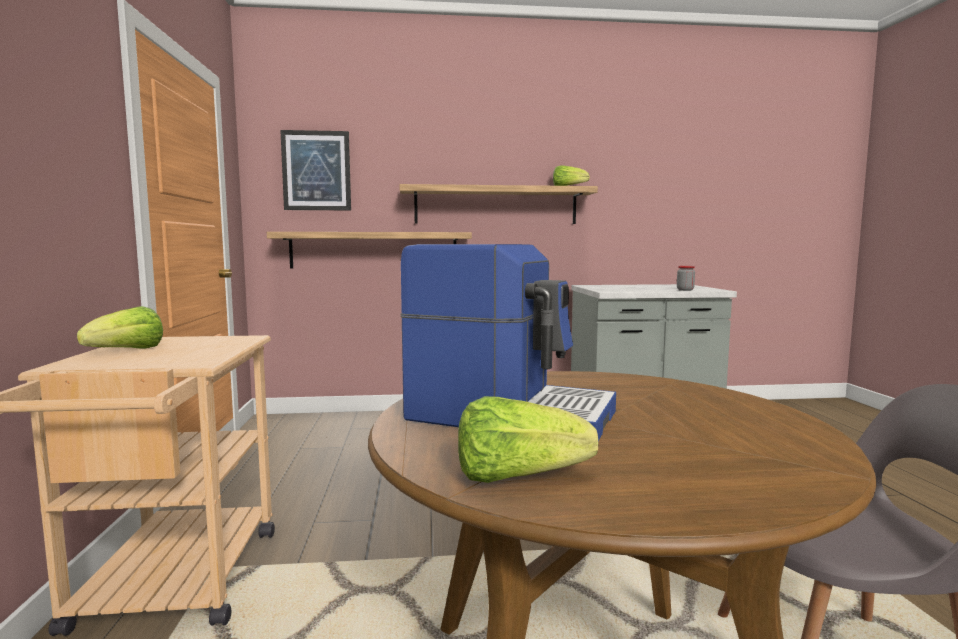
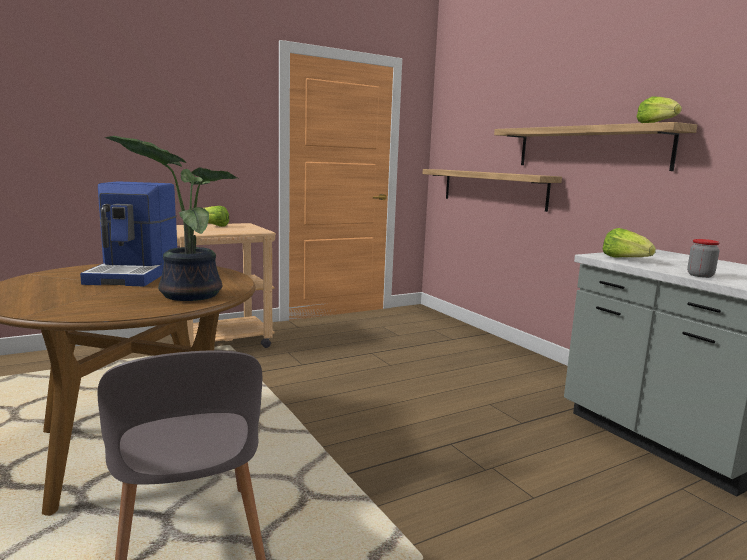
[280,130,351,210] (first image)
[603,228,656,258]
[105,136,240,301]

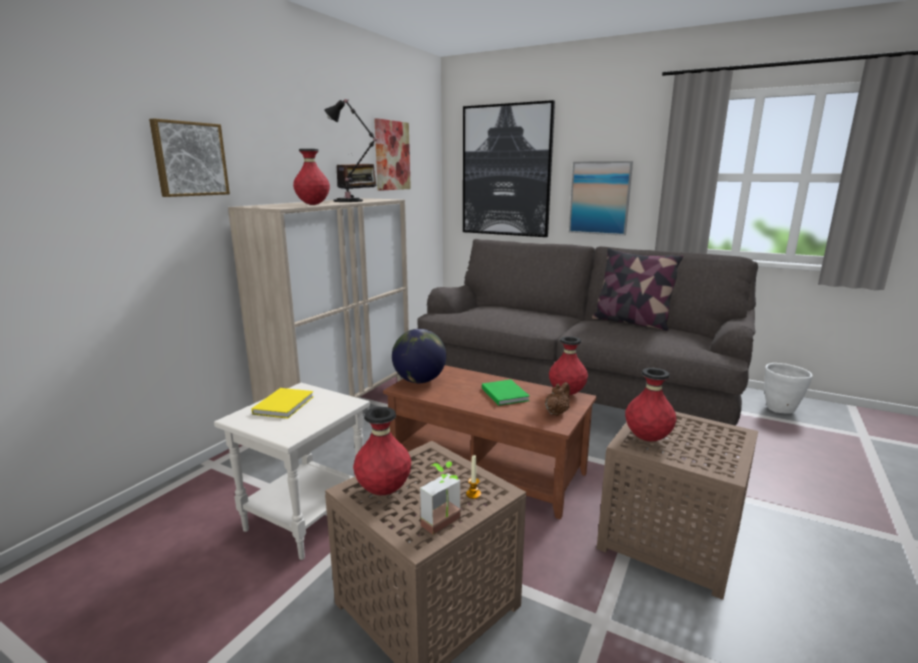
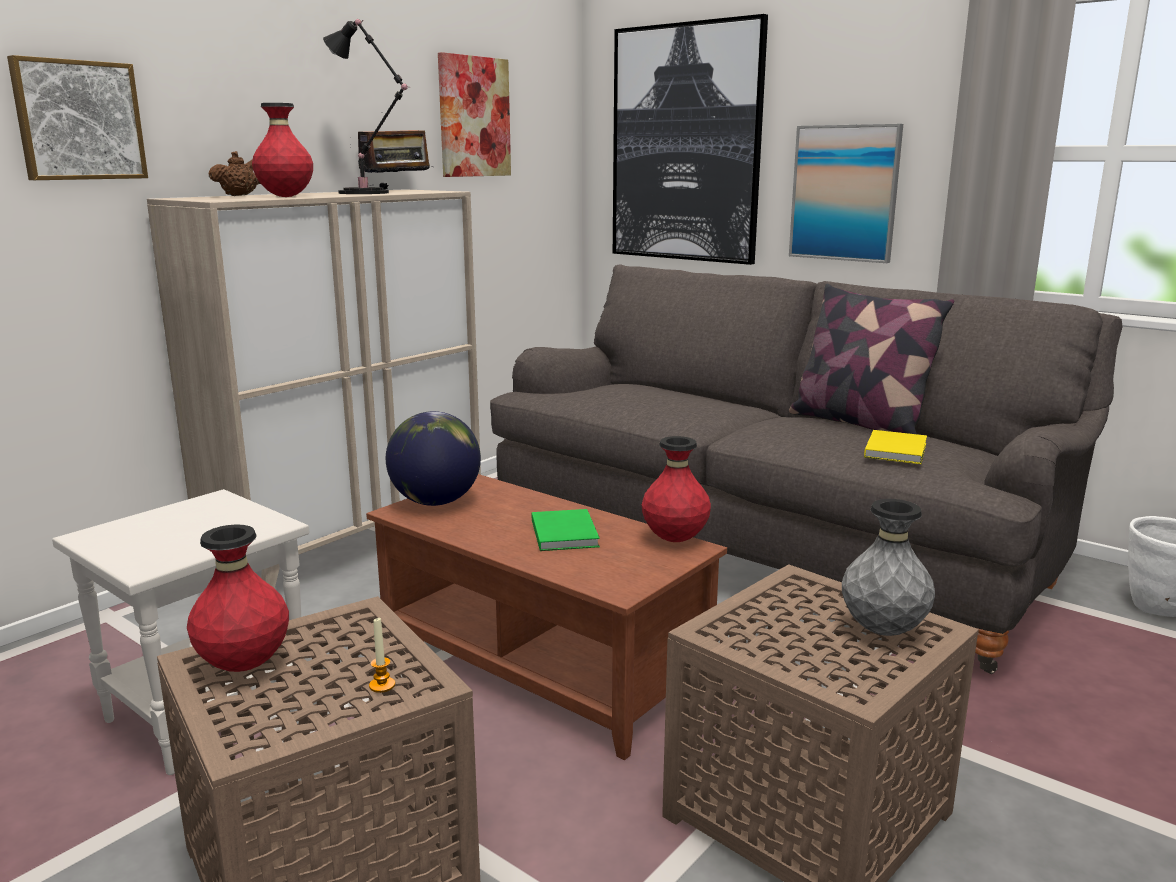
[864,430,927,464]
[420,461,461,535] (first image)
[208,151,261,196]
[625,368,677,441] (first image)
[842,499,935,636]

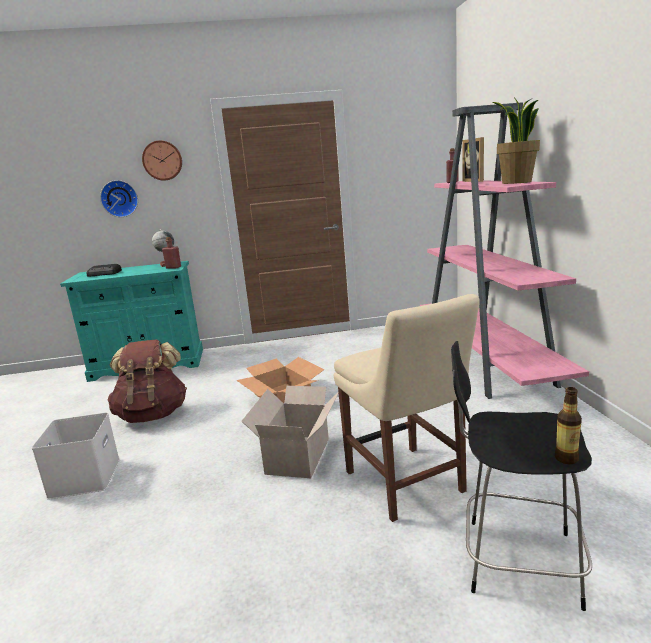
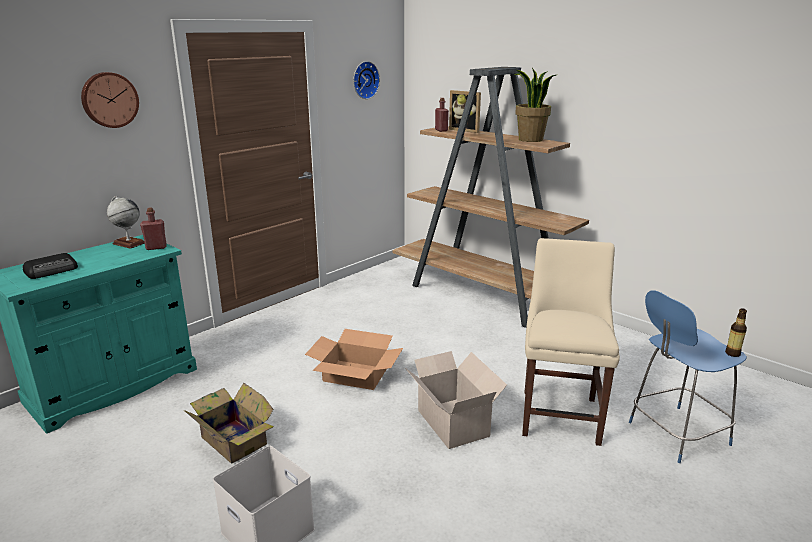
[353,61,380,99]
[184,383,274,464]
[522,238,620,446]
[393,67,589,328]
[629,290,747,463]

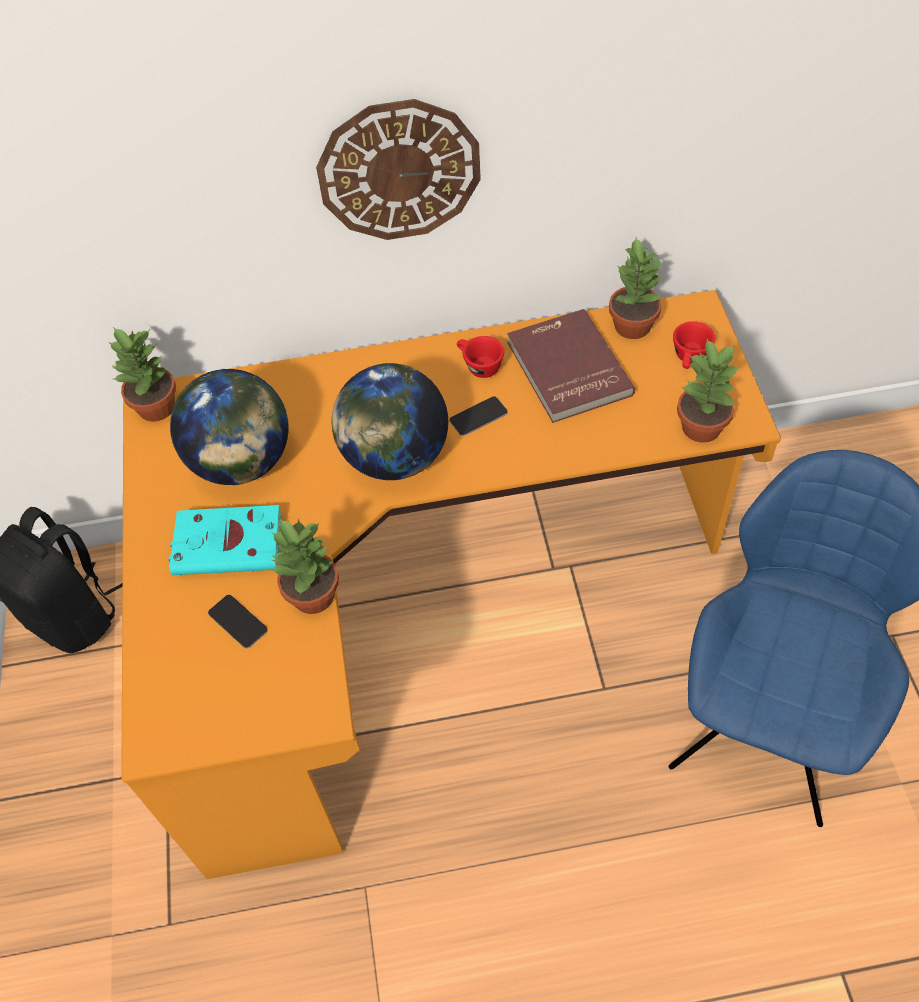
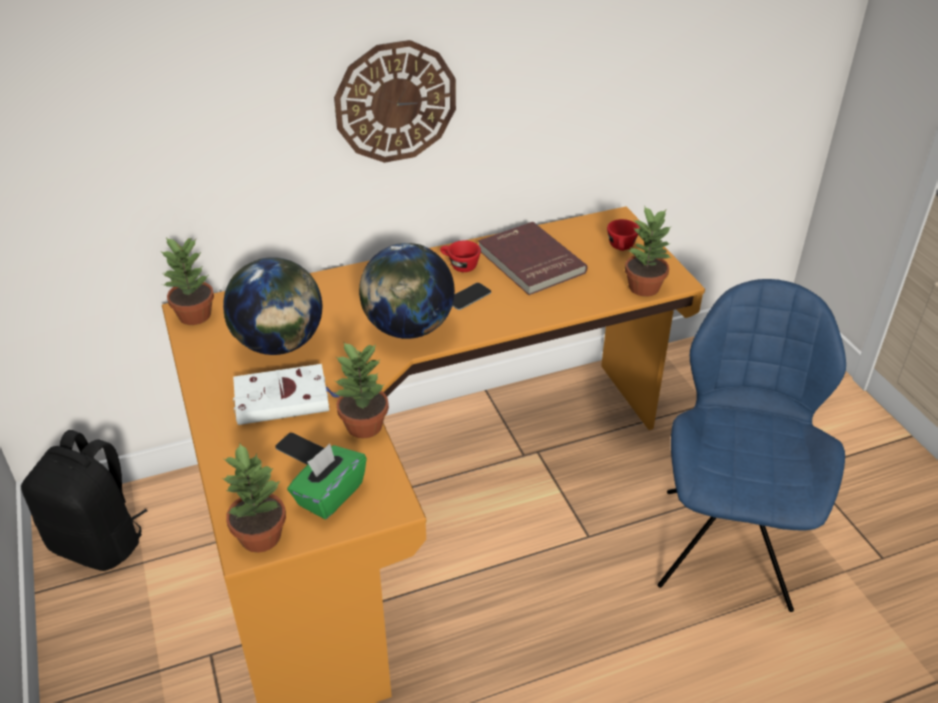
[233,364,340,425]
[221,443,286,553]
[287,443,367,519]

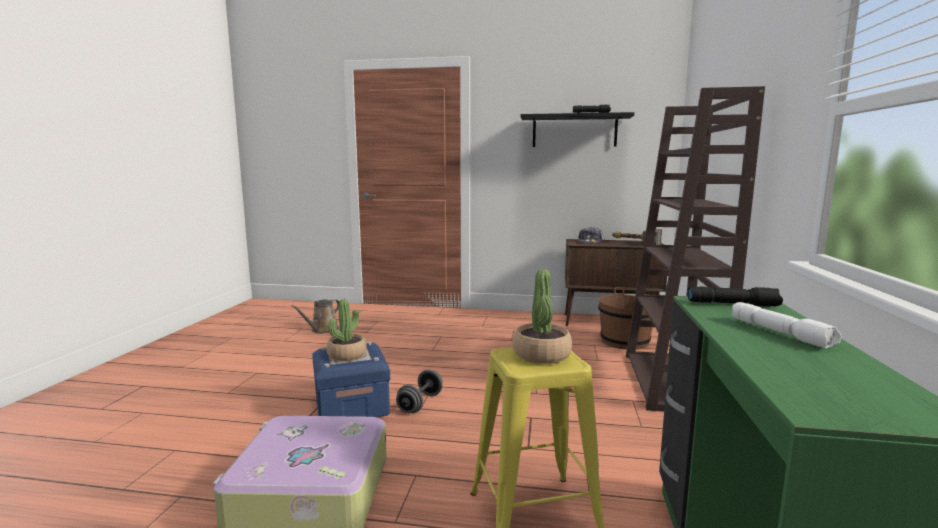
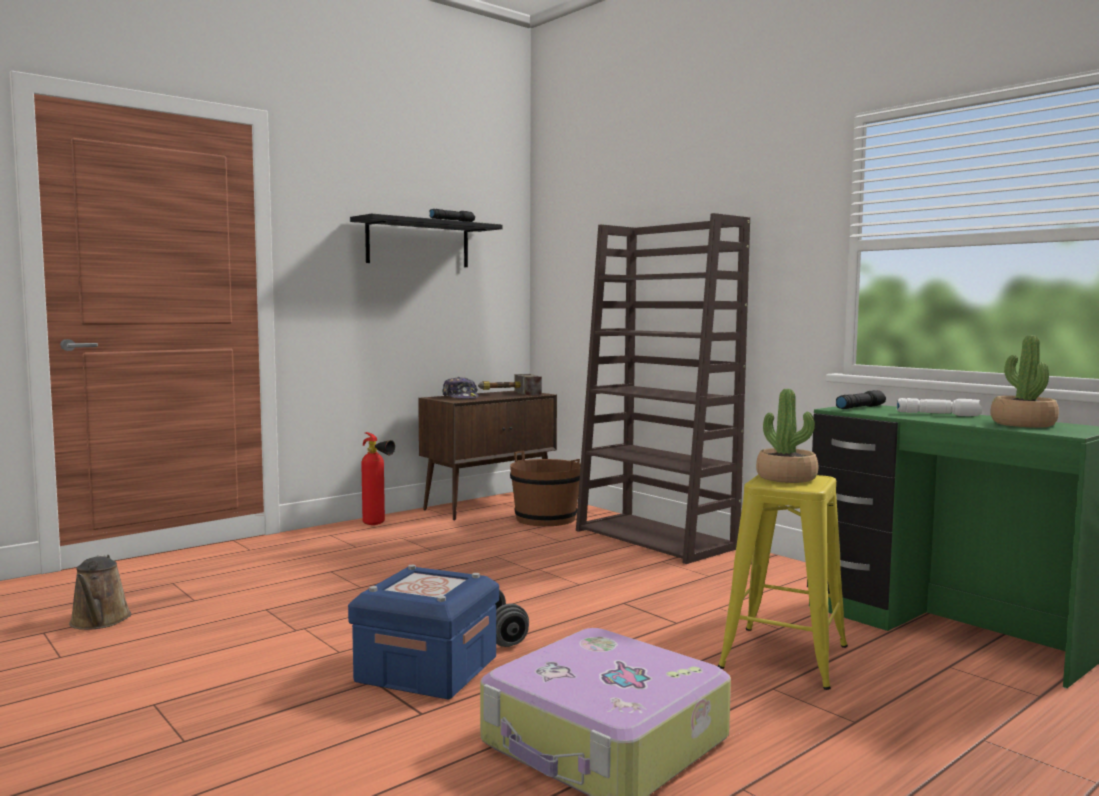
[990,335,1059,428]
[361,432,395,525]

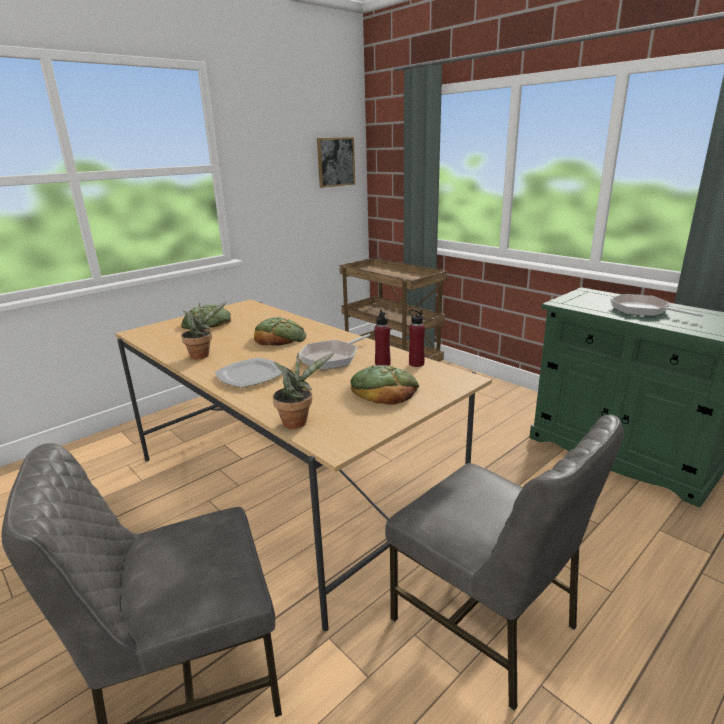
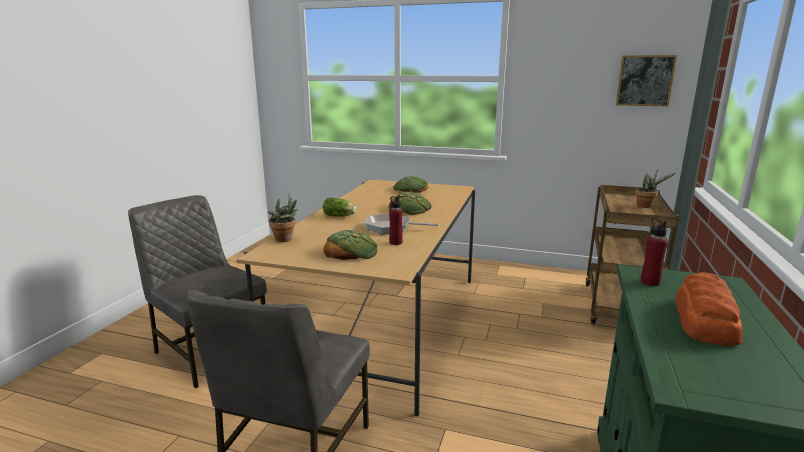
[635,169,676,208]
[323,197,356,217]
[641,218,668,286]
[675,272,743,346]

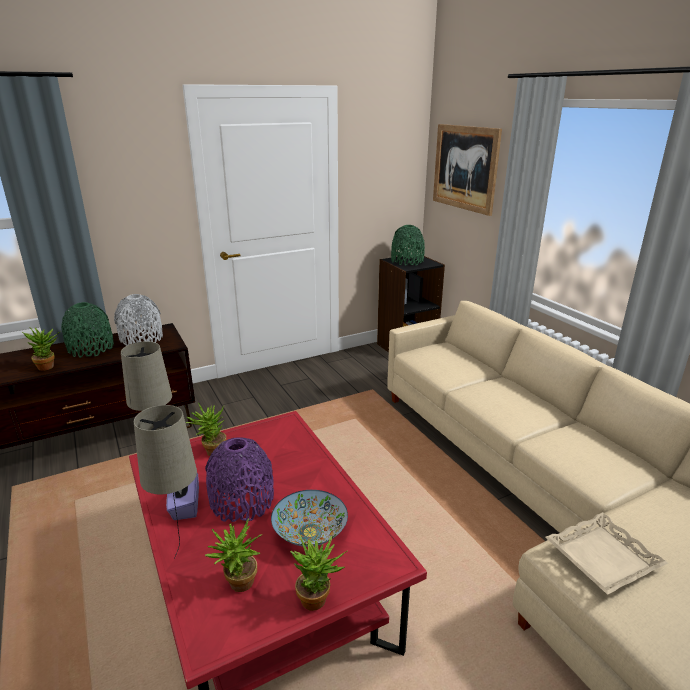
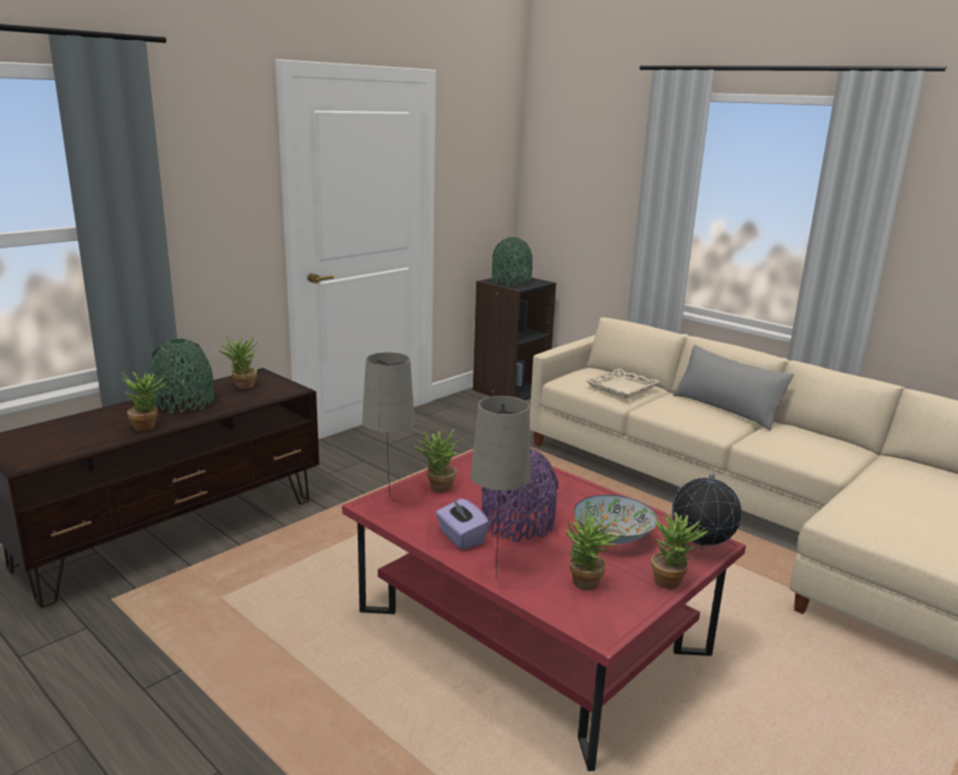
[218,336,259,389]
[433,124,502,216] (first image)
[585,368,660,398]
[672,473,742,550]
[673,345,794,430]

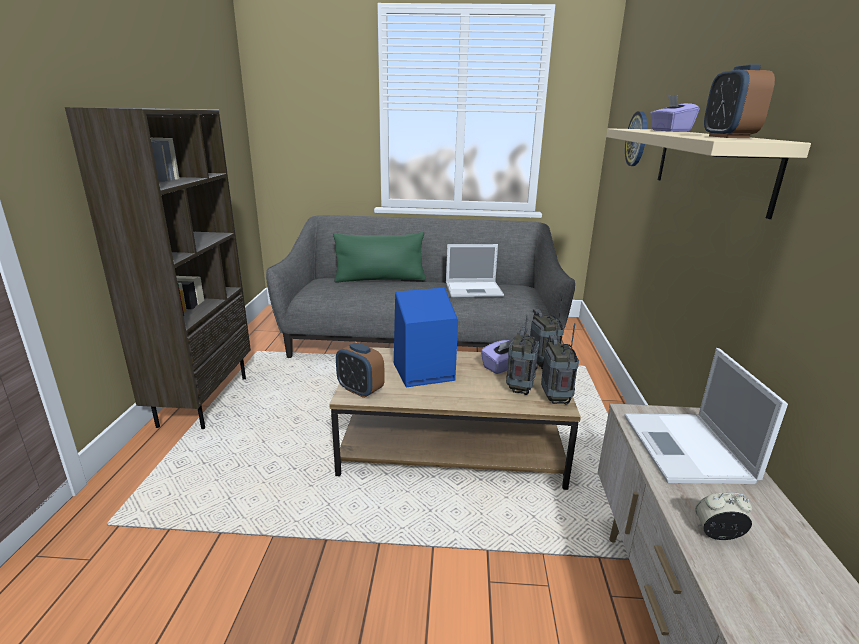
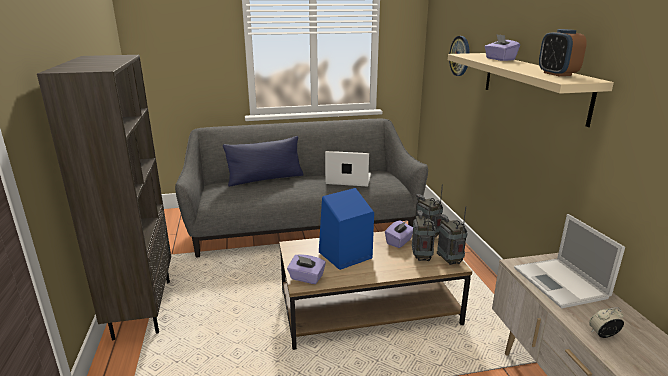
[223,136,304,187]
[287,254,326,284]
[325,151,371,187]

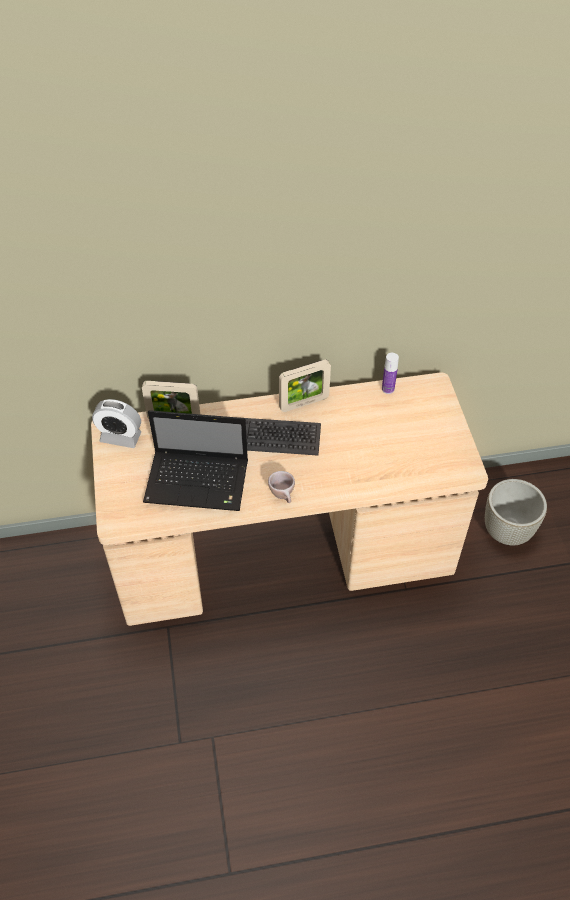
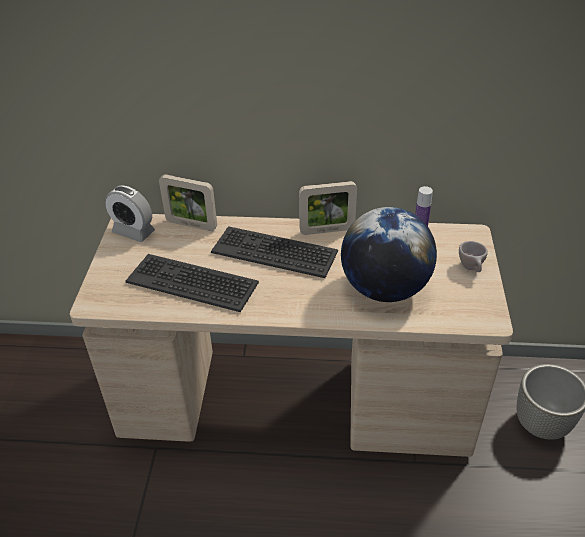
[125,254,259,312]
[459,241,488,272]
[341,207,437,302]

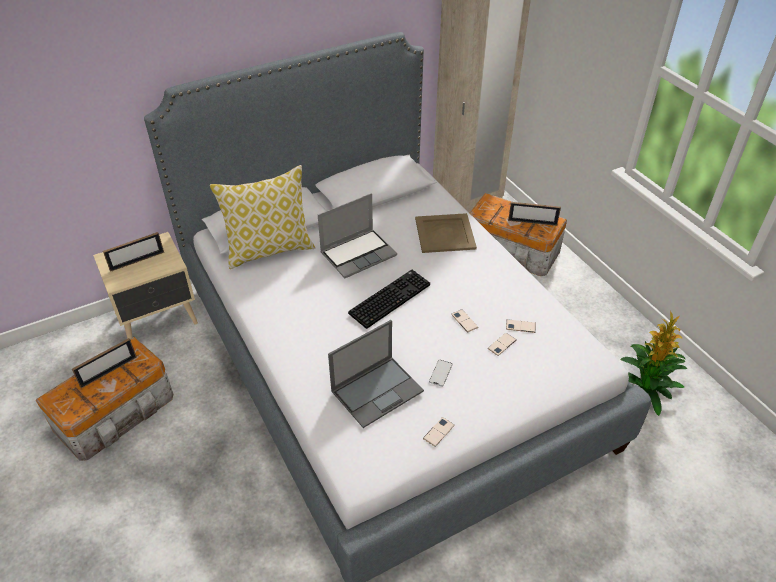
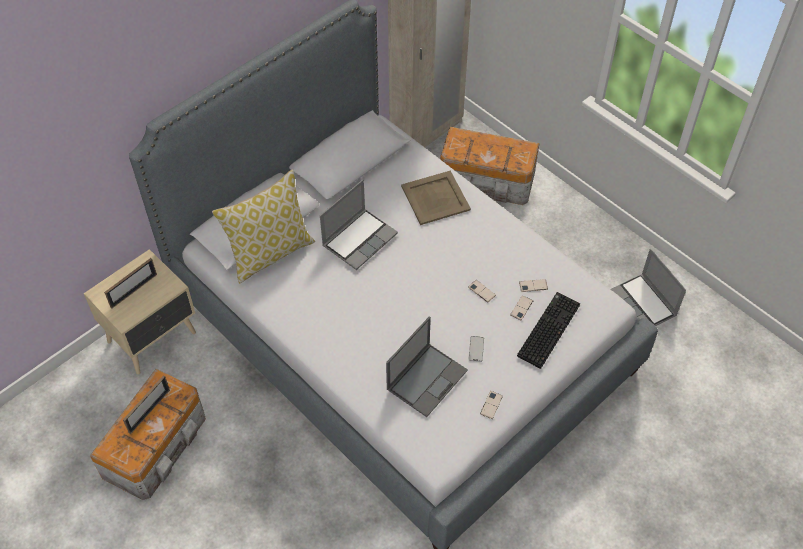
[517,292,580,369]
[508,202,561,226] (first image)
[610,249,686,326]

